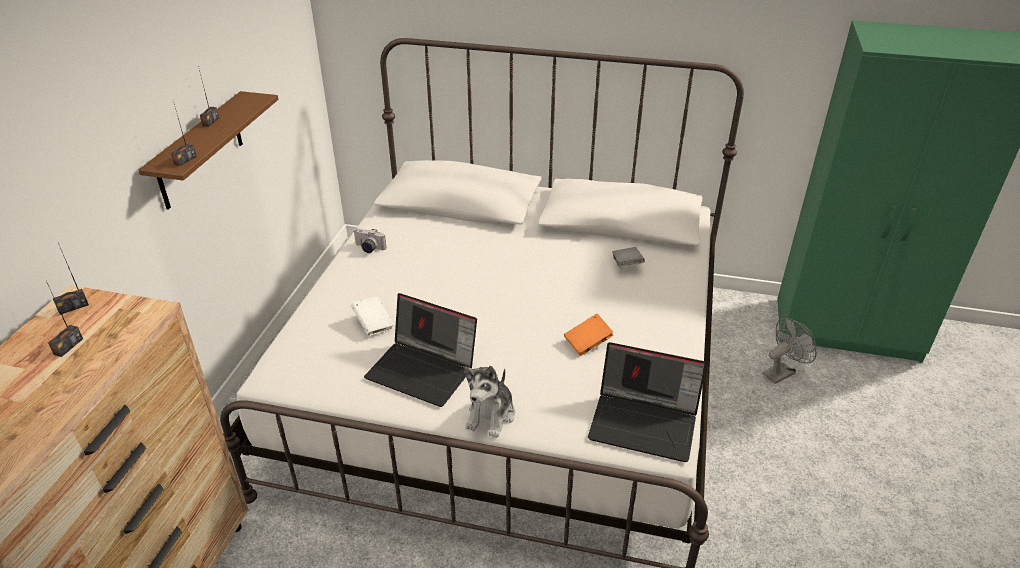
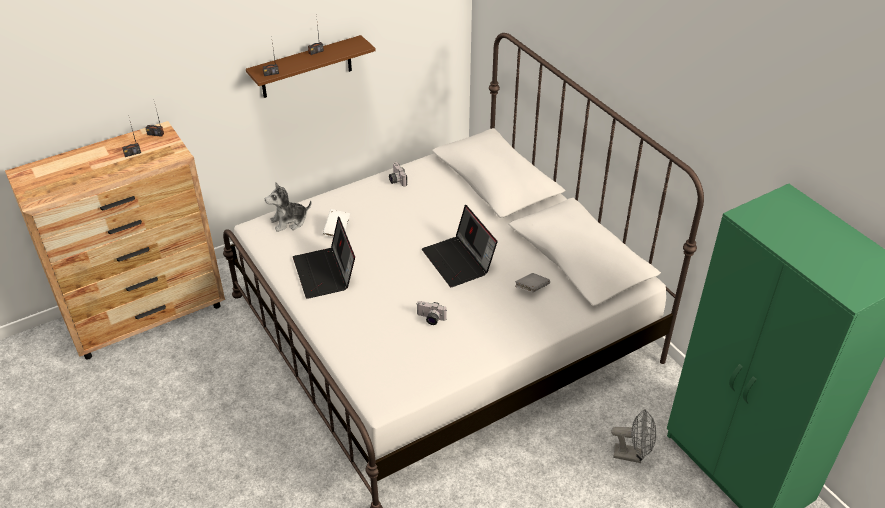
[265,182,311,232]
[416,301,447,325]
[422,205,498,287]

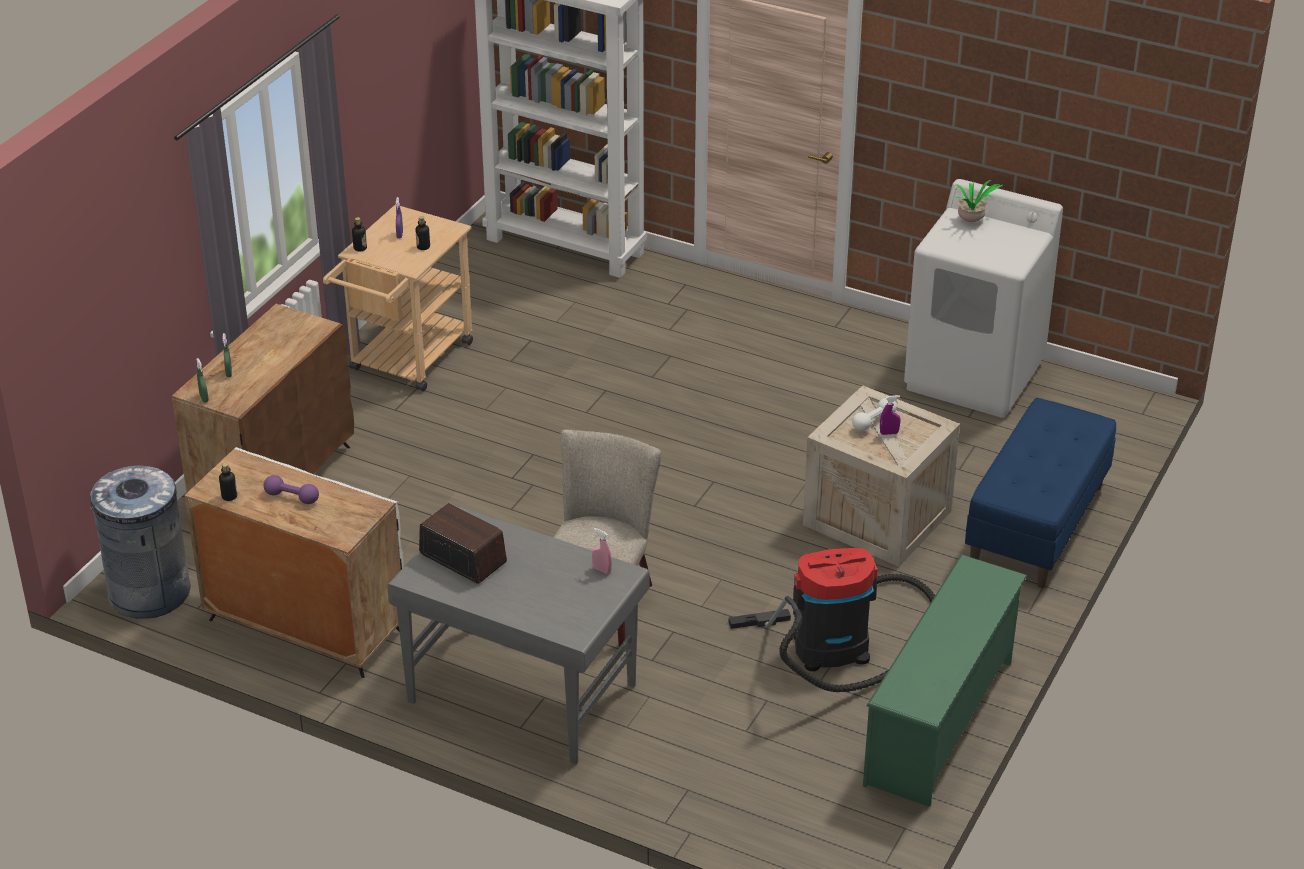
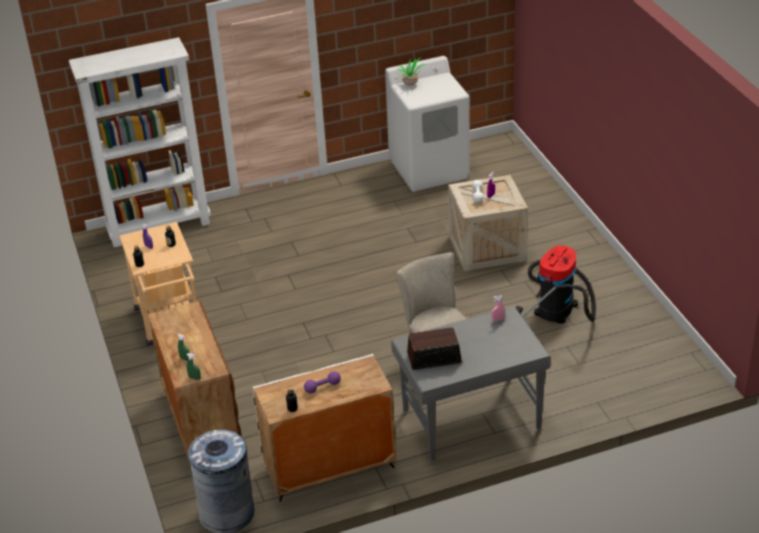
[863,555,1027,807] (first image)
[965,398,1116,588] (first image)

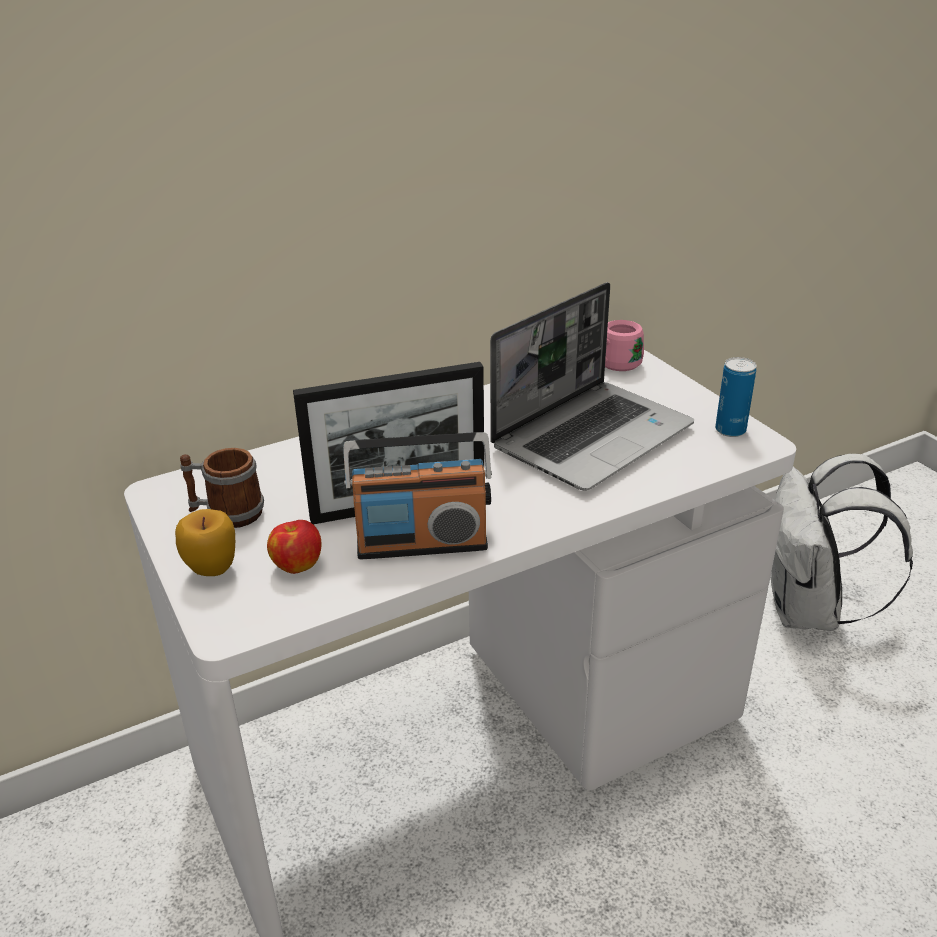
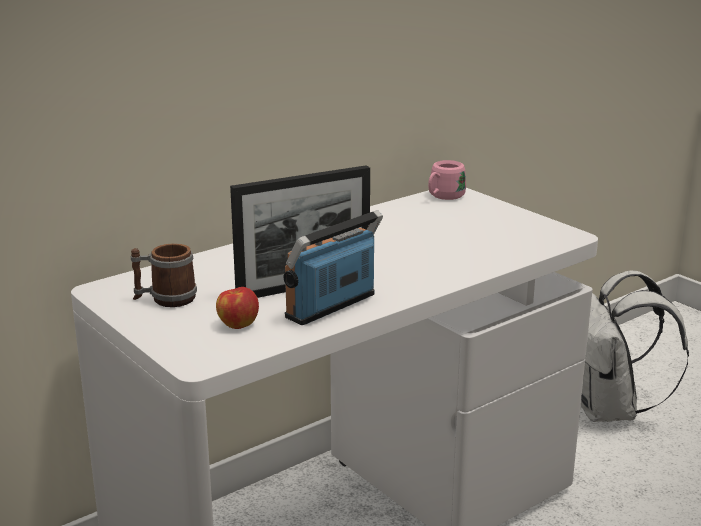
[175,509,235,576] (first image)
[283,210,383,325]
[490,282,694,491] (first image)
[715,357,757,437] (first image)

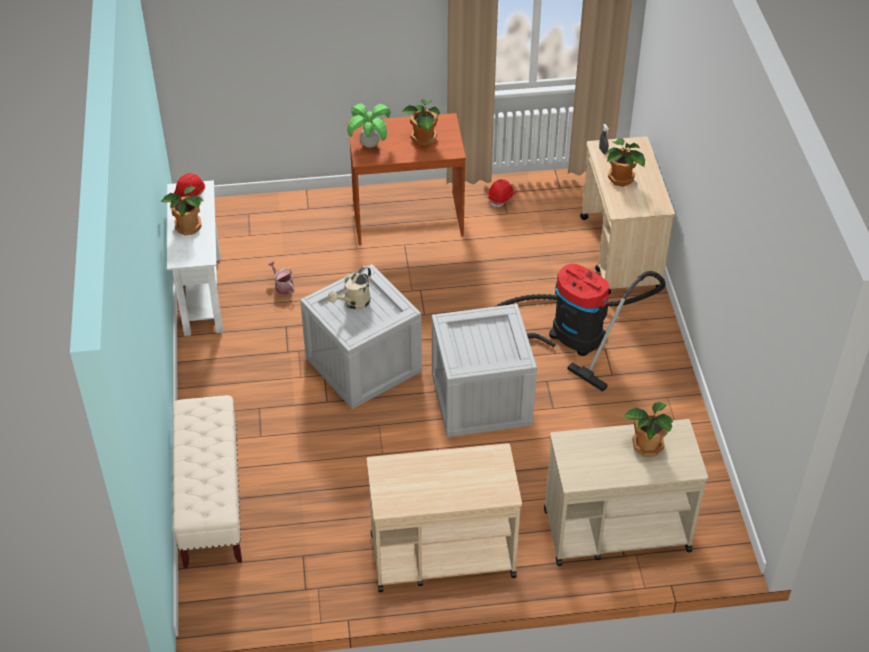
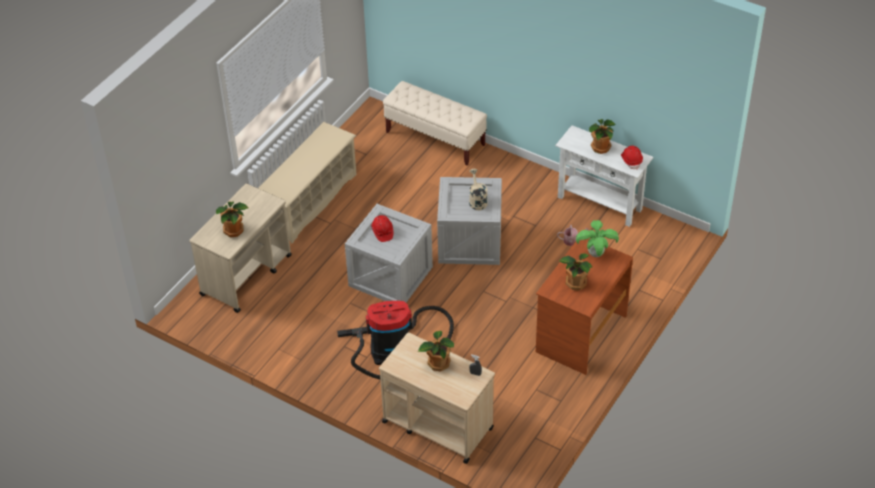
[258,122,357,243]
[371,215,393,242]

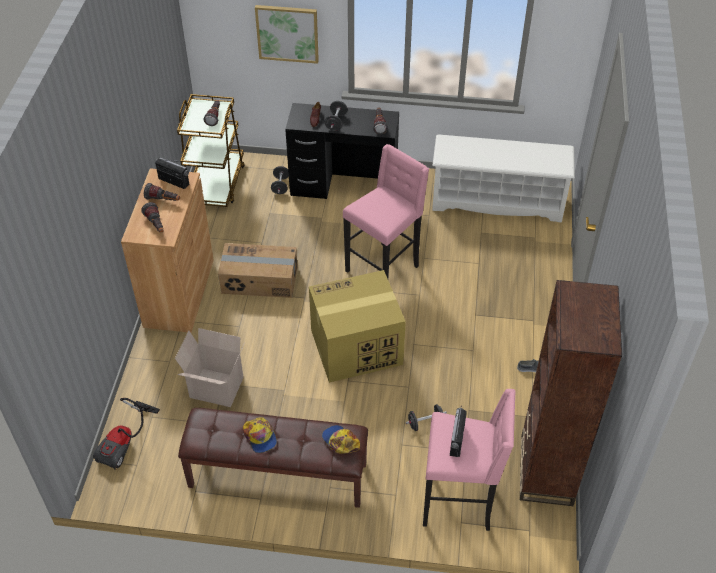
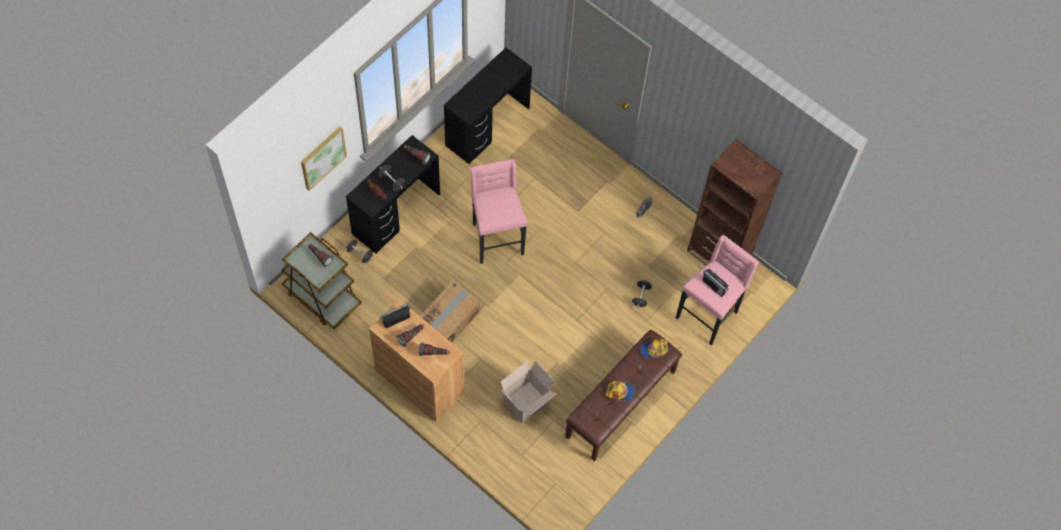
[93,398,160,470] (first image)
[309,270,406,383] (first image)
[444,48,532,164]

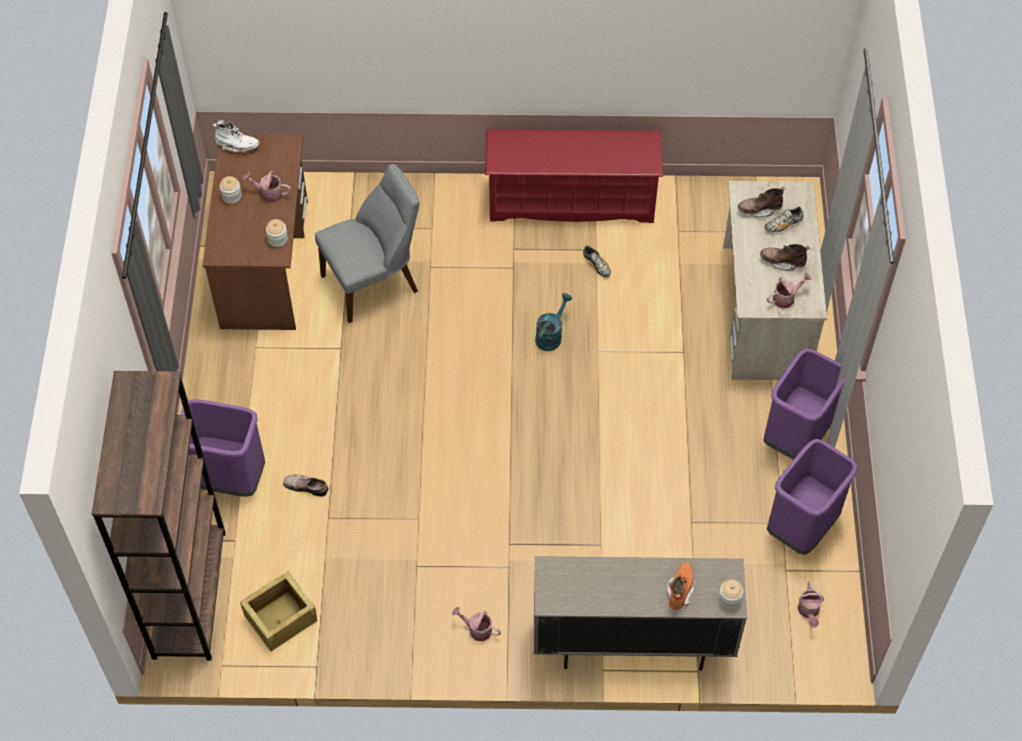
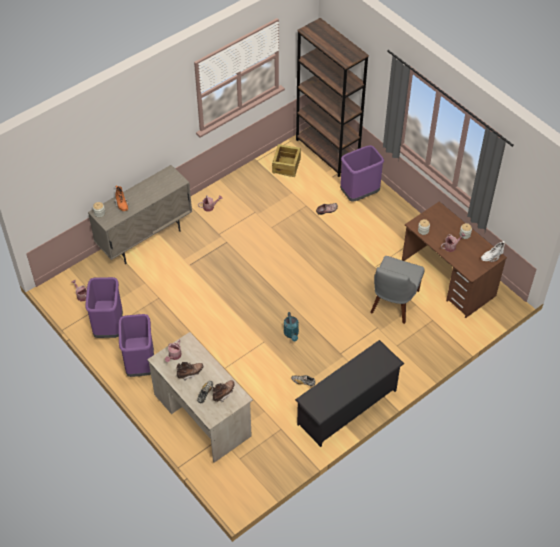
[295,340,404,447]

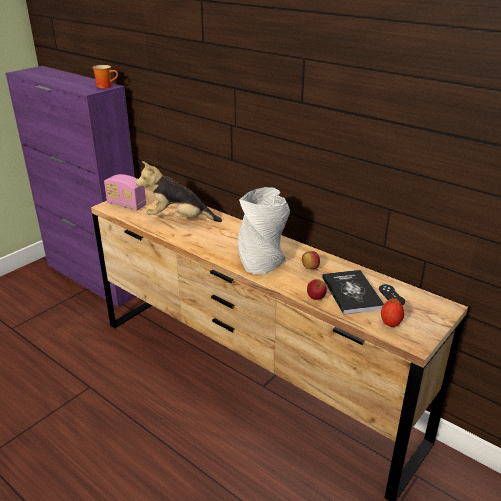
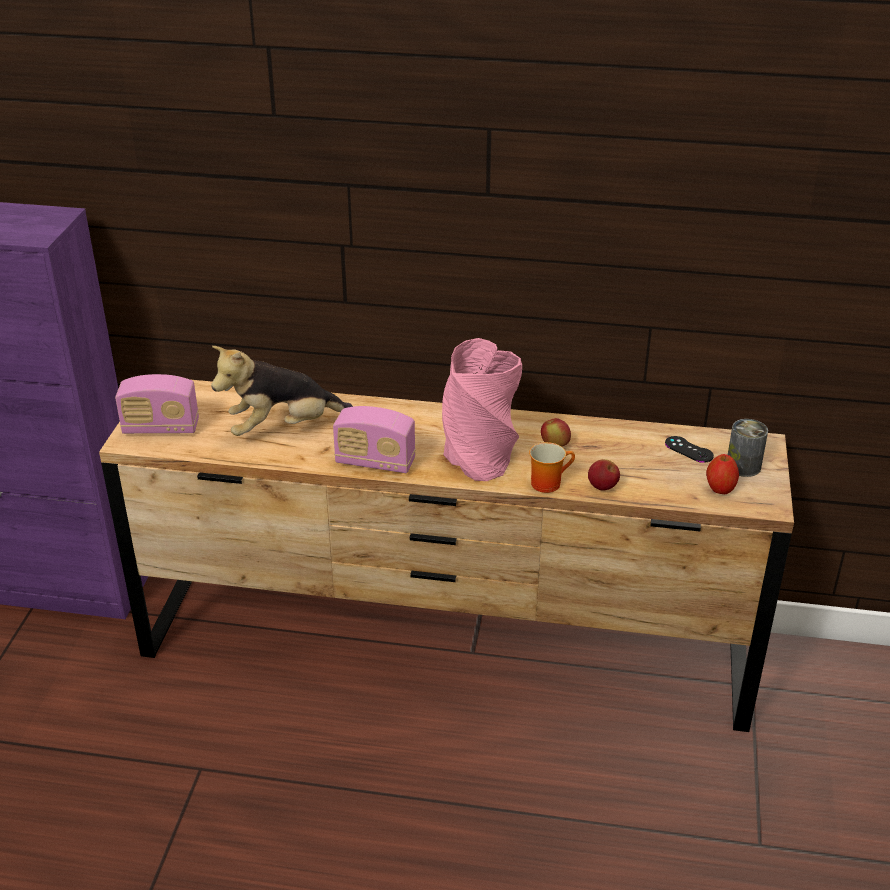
[529,442,575,493]
[442,338,522,481]
[322,270,384,315] (first image)
[333,406,416,473]
[728,419,768,477]

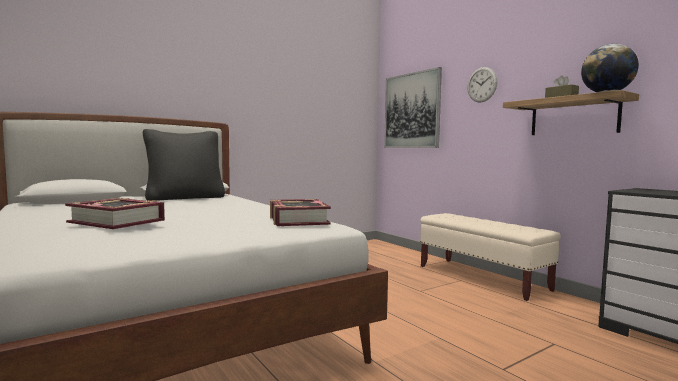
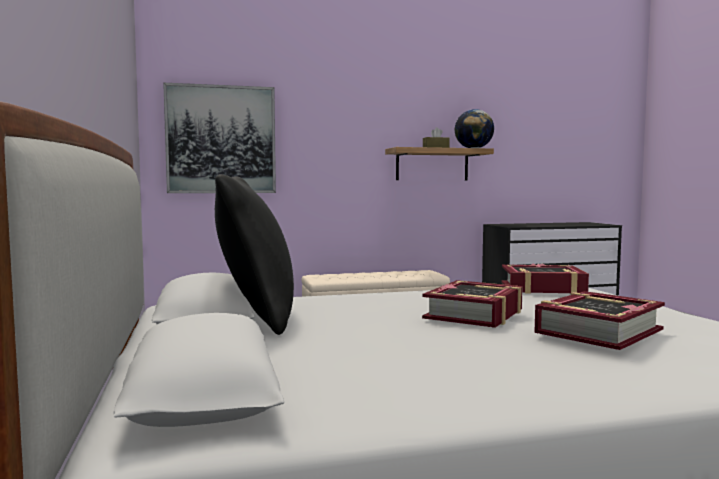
[467,67,497,102] (first image)
[422,280,523,328]

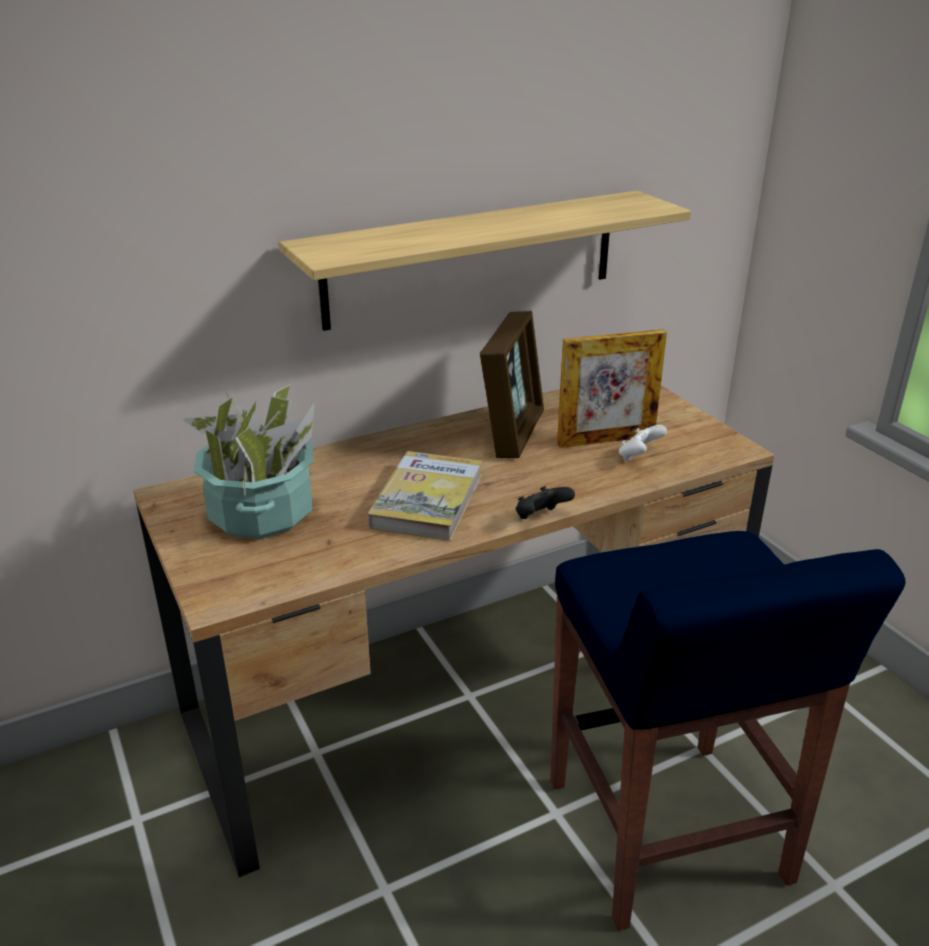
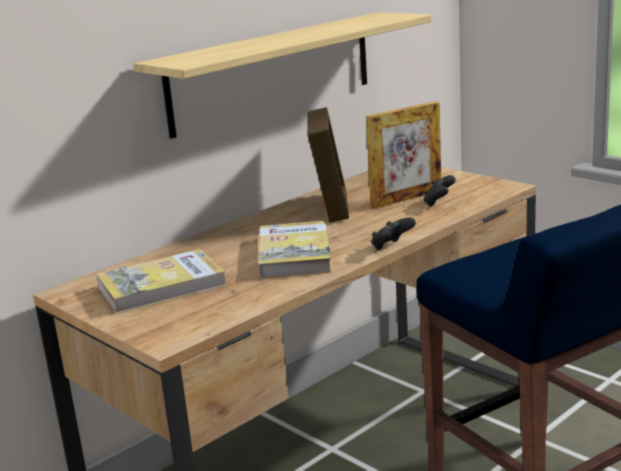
[96,249,227,314]
[423,175,456,207]

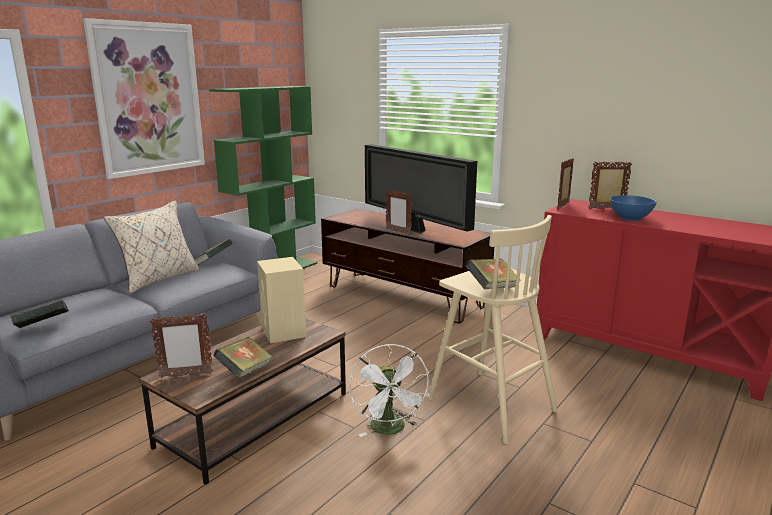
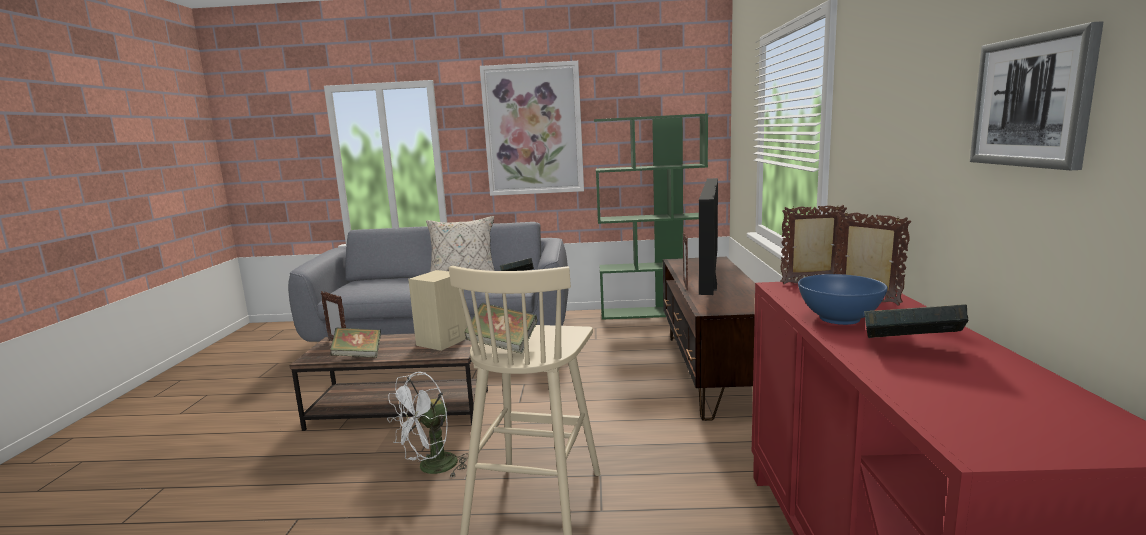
[864,304,969,338]
[970,21,1104,170]

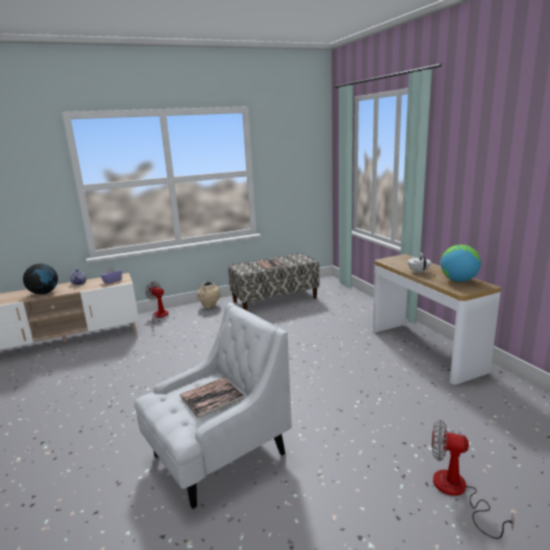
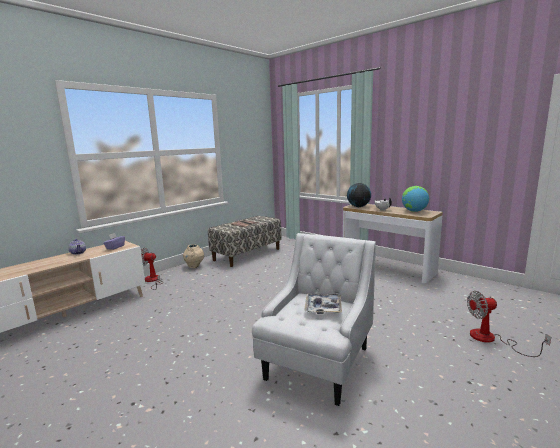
[347,183,371,207]
[304,294,342,314]

